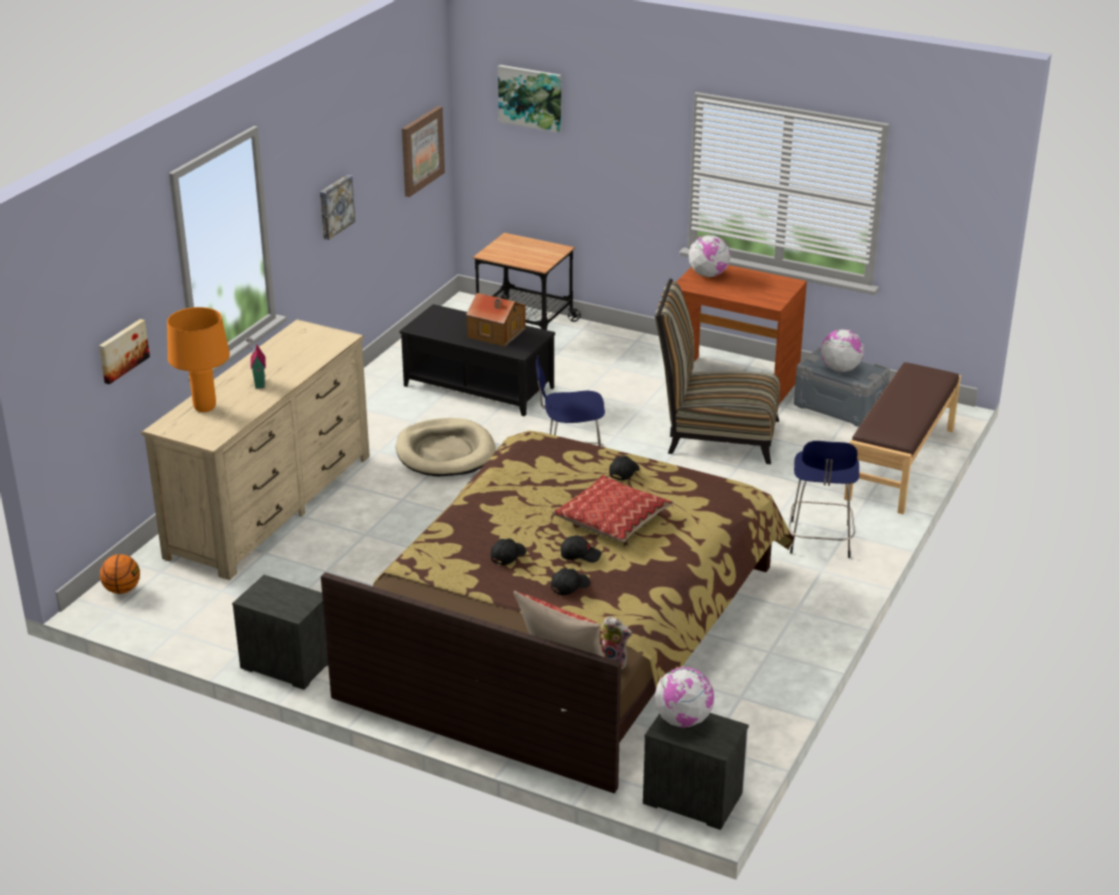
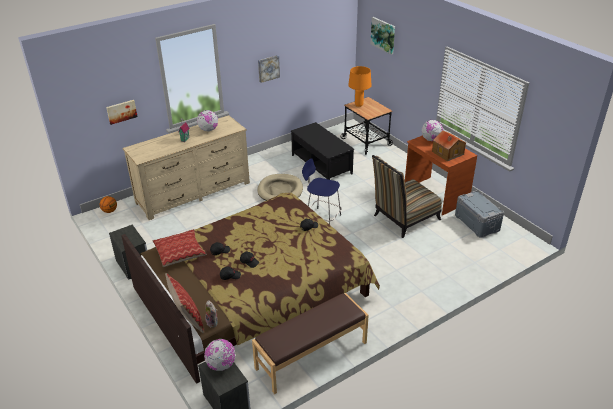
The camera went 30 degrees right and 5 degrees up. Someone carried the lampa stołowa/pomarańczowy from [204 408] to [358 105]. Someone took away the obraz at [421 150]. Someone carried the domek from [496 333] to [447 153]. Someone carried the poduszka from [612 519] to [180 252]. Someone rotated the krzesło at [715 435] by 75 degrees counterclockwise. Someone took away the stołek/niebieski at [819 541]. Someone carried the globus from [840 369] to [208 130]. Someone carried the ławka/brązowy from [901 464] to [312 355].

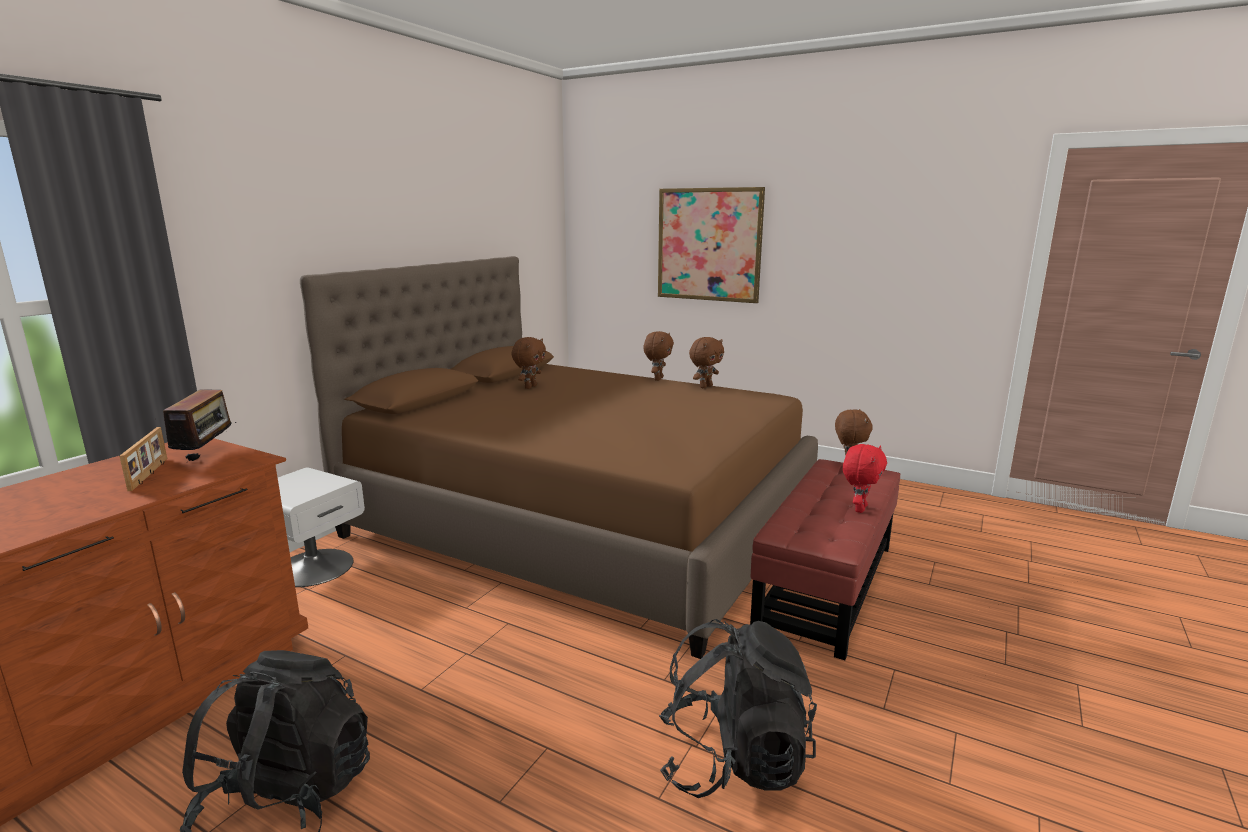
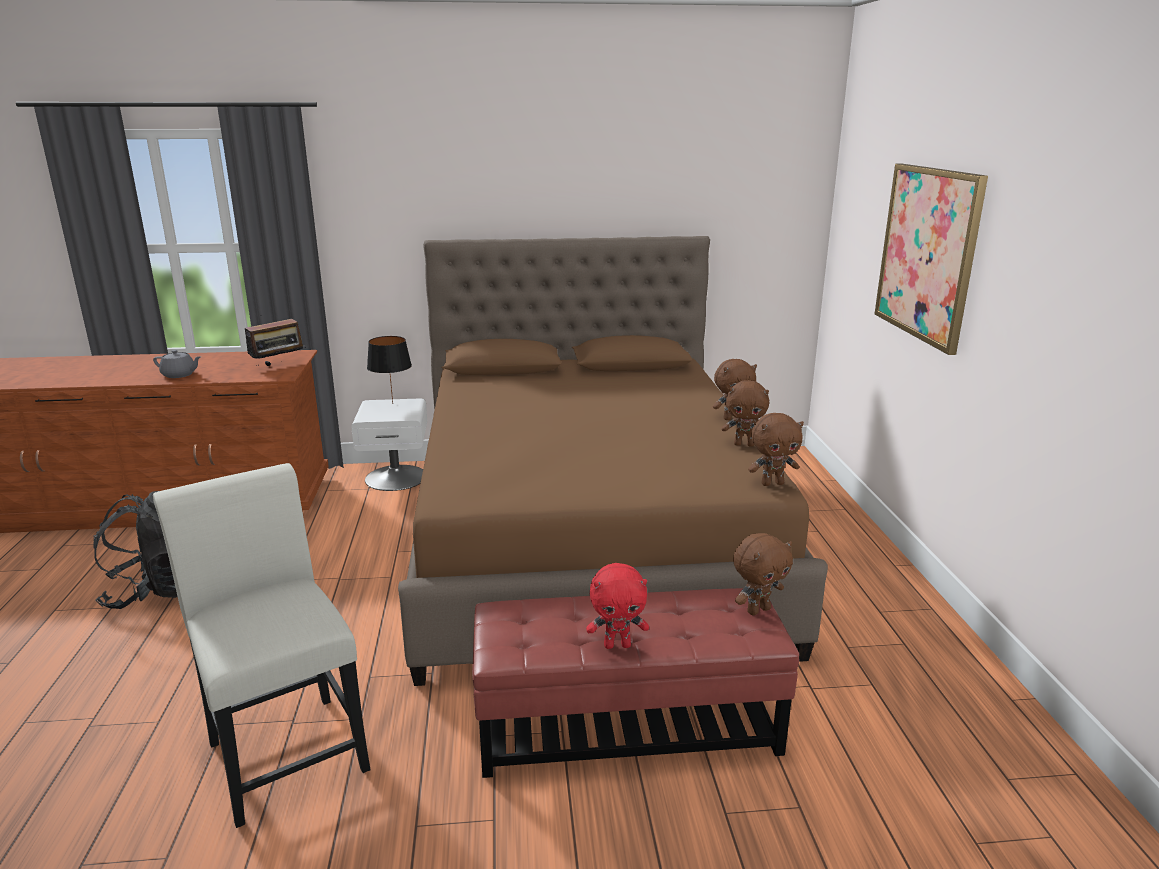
The camera went 55 degrees right and 5 degrees up. Someone took away the ramka na zdjęcie at [150 474]. Someone carried the pluszak/brązowy from [530 387] to [772 483]. Someone swapped the plecak/czarny at [733 761] for the krzesło/biały at [284 748]. Someone put down the imbryk/szary at [179 375]. Someone put down the lampa stołowa/czarny at [393 403].

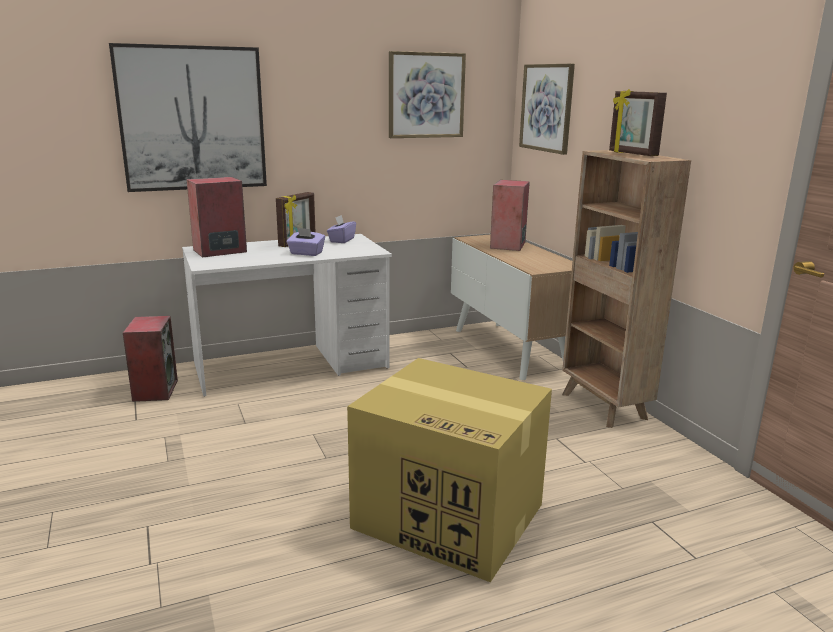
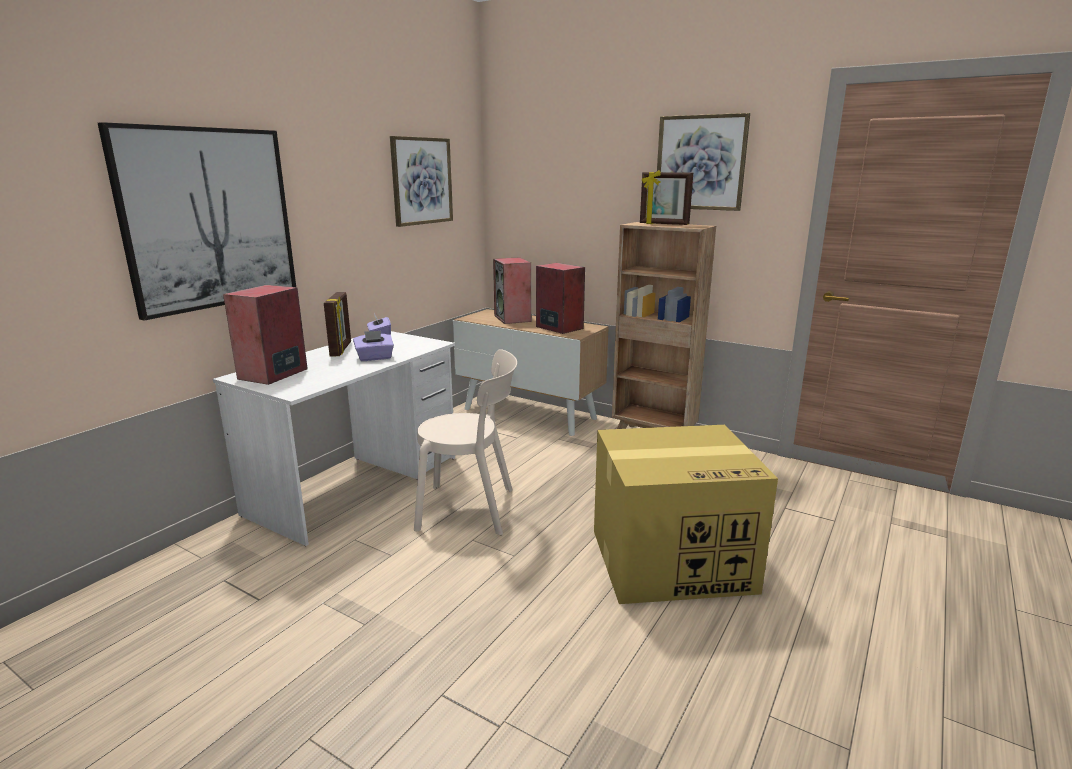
The camera went 35 degrees left and 0 degrees up. Someone carried the głośnik from [155 390] to [558 327]. Someone carried the obraz from [547 108] to [700 163]. Someone put down the krzesło/beżowy at [472 509].

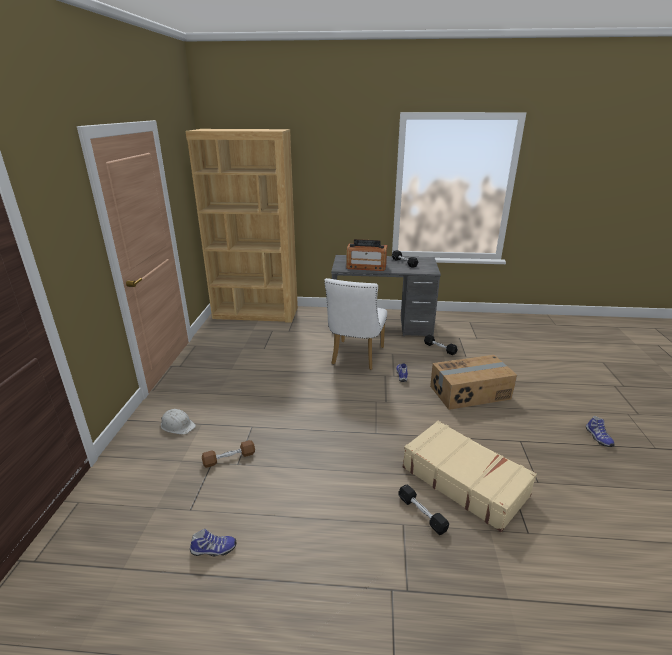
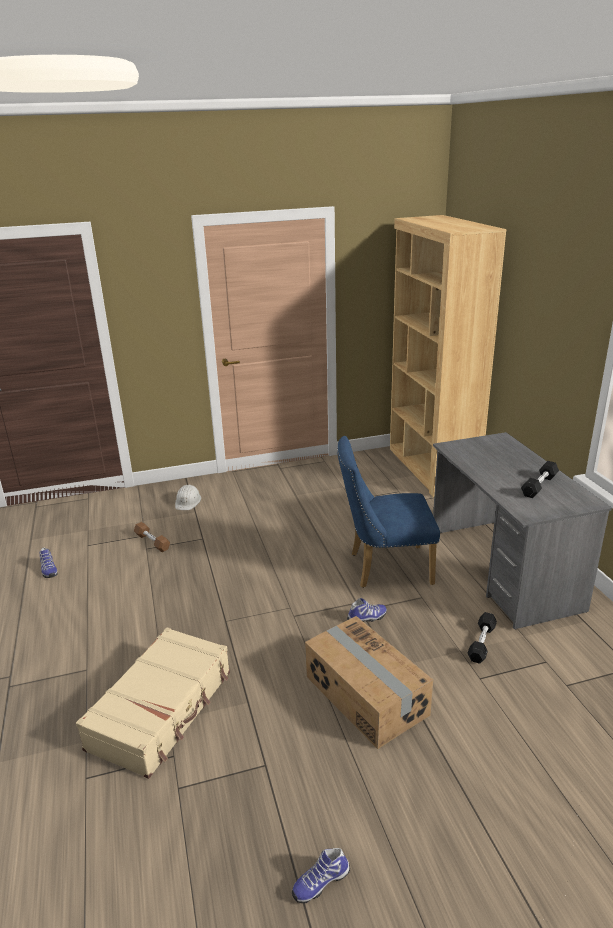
The camera went 70 degrees right and 0 degrees up. Someone repainted the krzesło/biały at [355 357], which became the krzesło/niebieski at [384 568]. Someone took away the radio at [366 267]. Someone took away the hantel/czarny at [422 514].

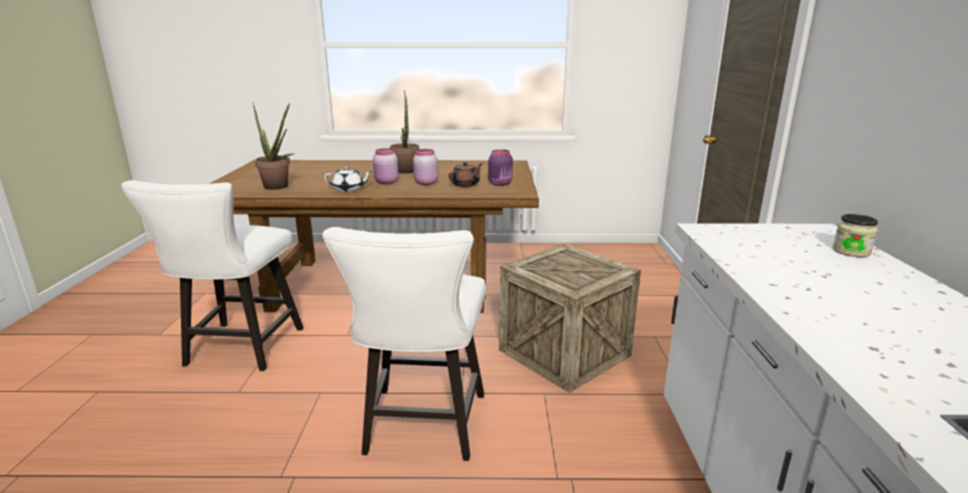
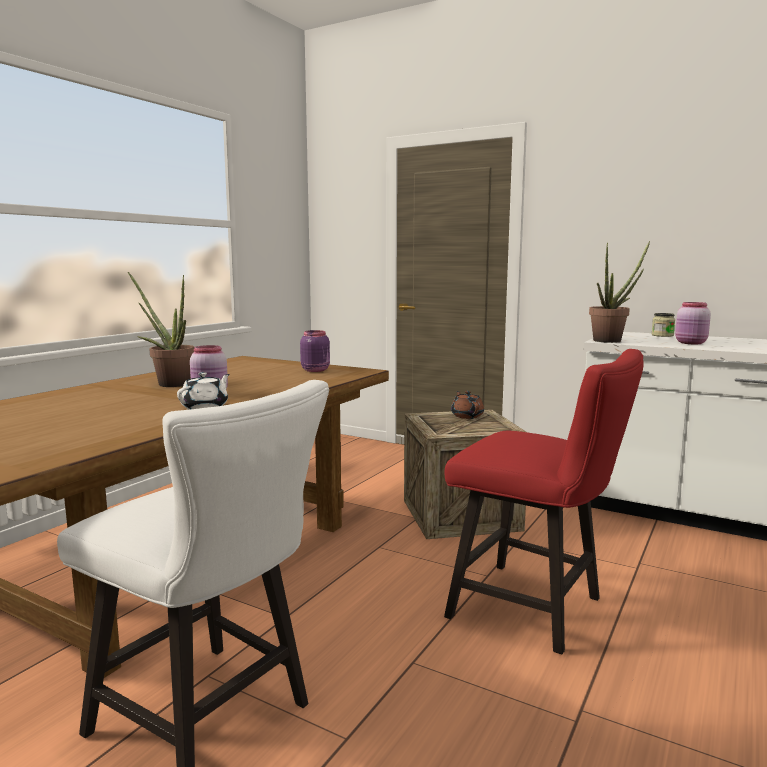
The camera went 60 degrees left and 10 degrees down. Someone carried the roślina doniczkowa from [279 187] to [612 340]. Someone repainted the krzesło/biały at [422 429], which became the krzesło/czerwony at [536 610]. Someone carried the słoik/różowy from [425 183] to [691 343]. Someone carried the imbryk/brązowy from [466 184] to [467 416].

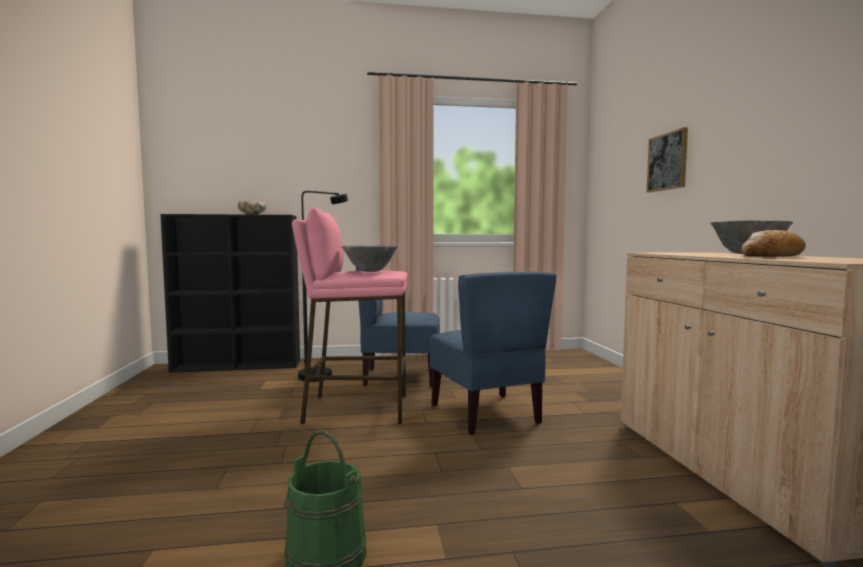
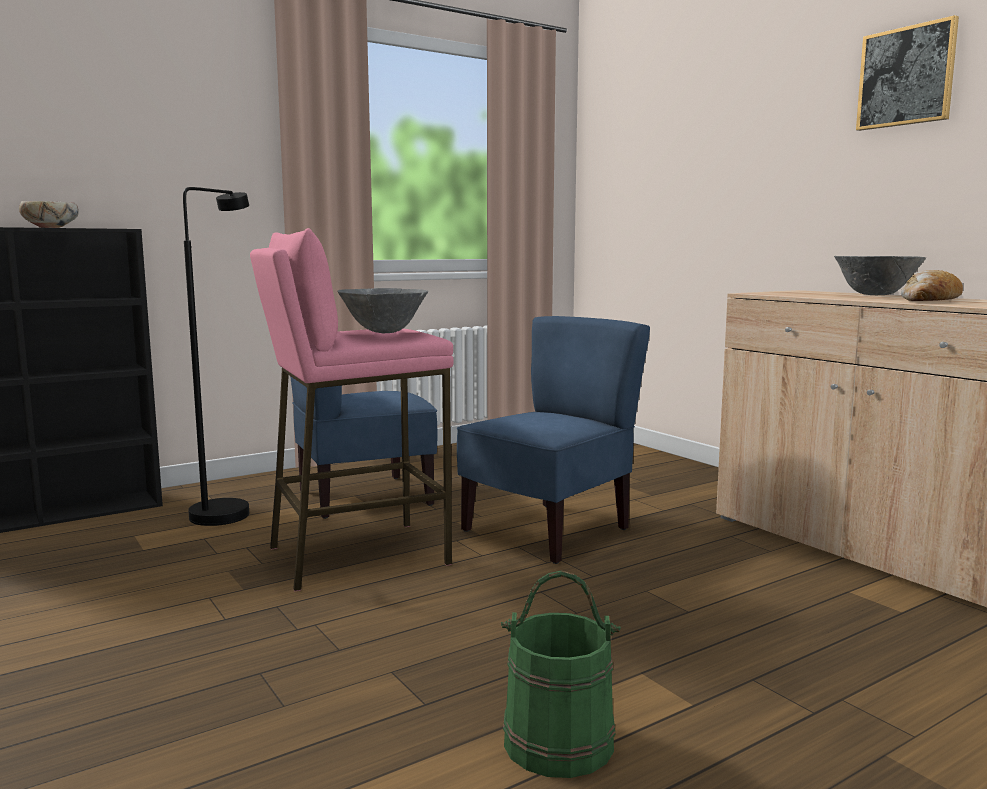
The camera went 25 degrees left and 5 degrees up. Someone rotated the krzesło/niebieski at [486 414] by 90 degrees counterclockwise. Someone carried the obraz from [667 162] to [906 76].

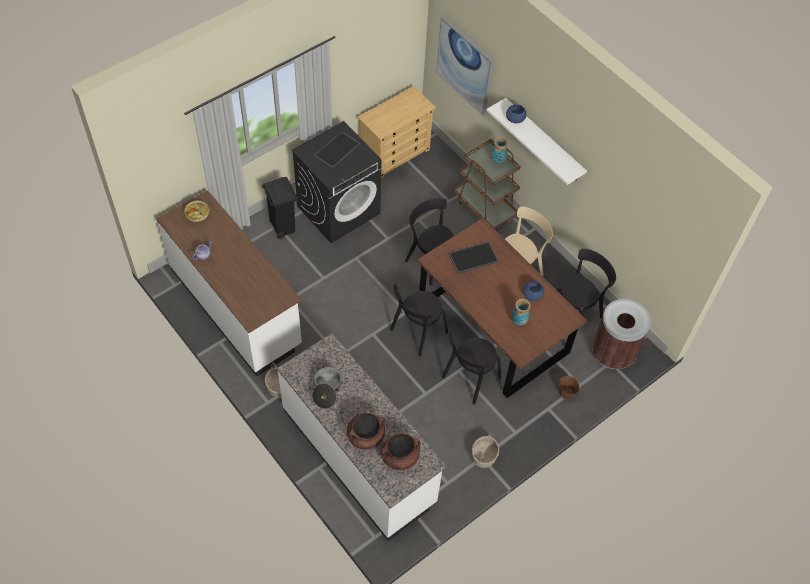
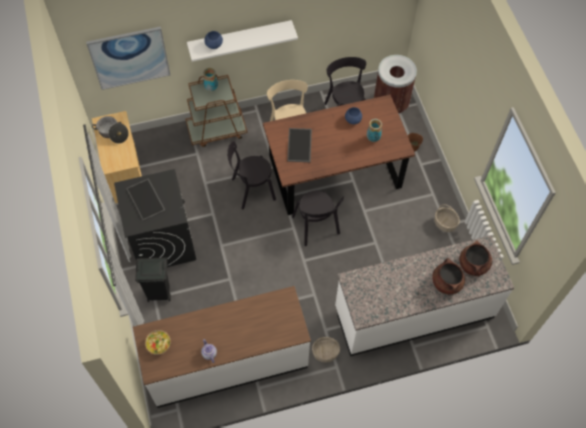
The camera went 65 degrees left and 5 degrees up. Someone carried the garnek from [326 390] to [112 133]. Someone took away the krzesło/czarny at [469 379].

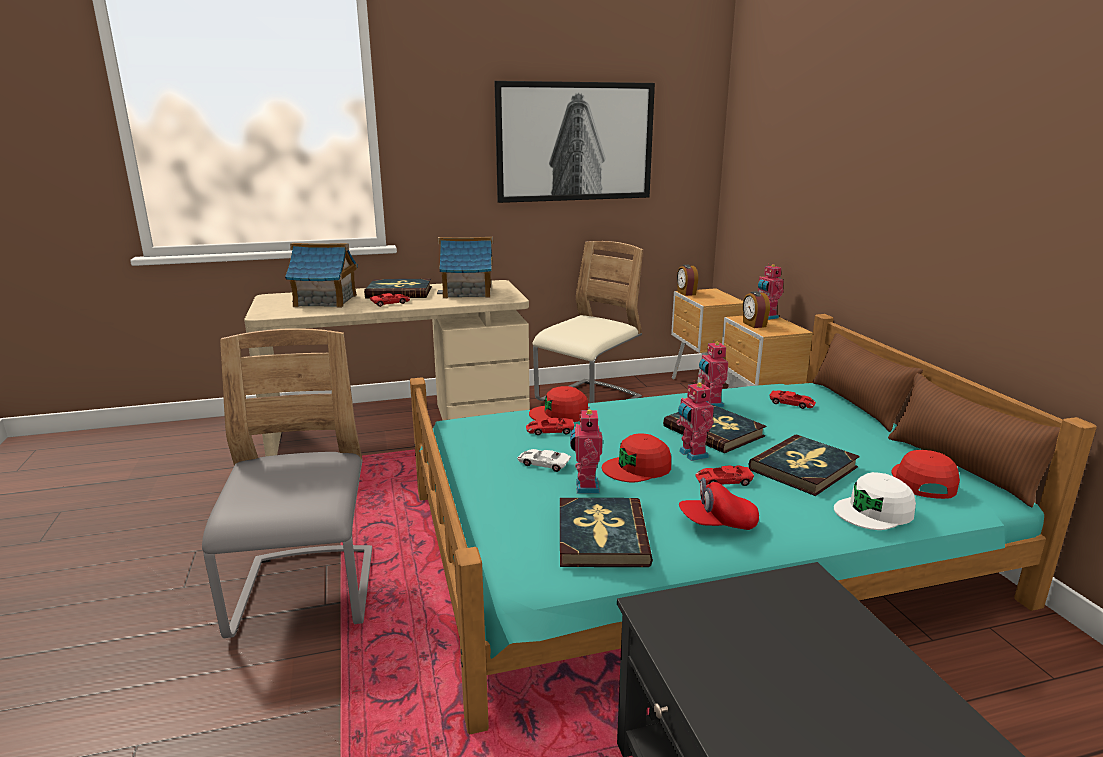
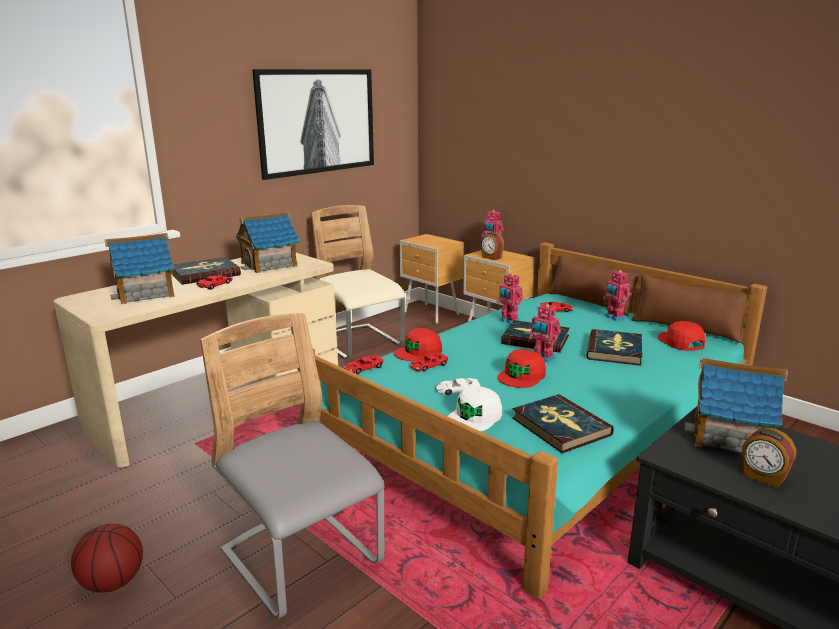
The camera went 30 degrees left and 0 degrees up. Someone rotated the krzesło/beżowy at [588 401] by 45 degrees counterclockwise. Someone carried the robot zabawkowy from [585 487] to [614 317]. Someone carried the budzik from [686 293] to [763 477]. Someone took away the czapka z daszkiem/czerwony at [717 524]. Someone carried the samochodzik/czerwony from [723 481] to [363 368]. Someone carried the czapka z daszkiem/biały from [874 511] to [475 417]. Someone put down the piłka do koszykówki at [113 582]. Someone put down the domek at [730 436].

